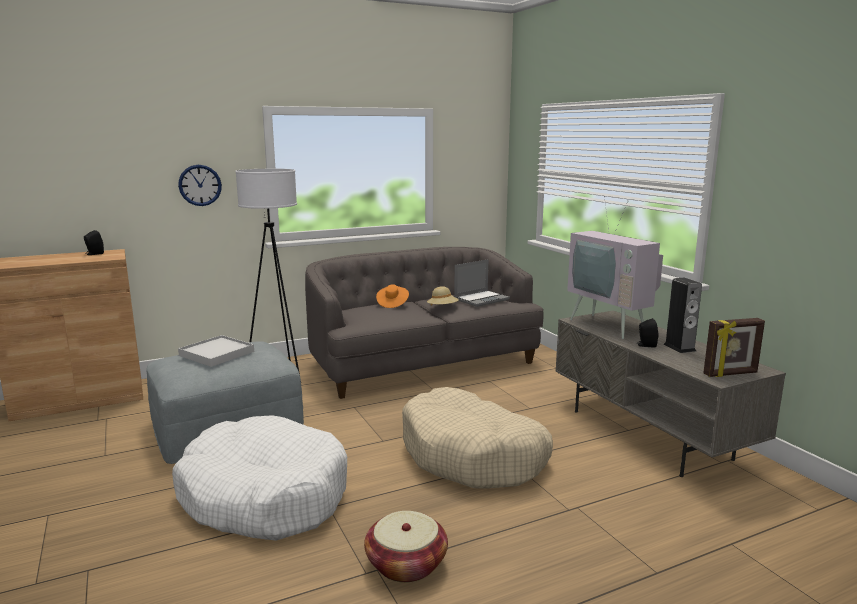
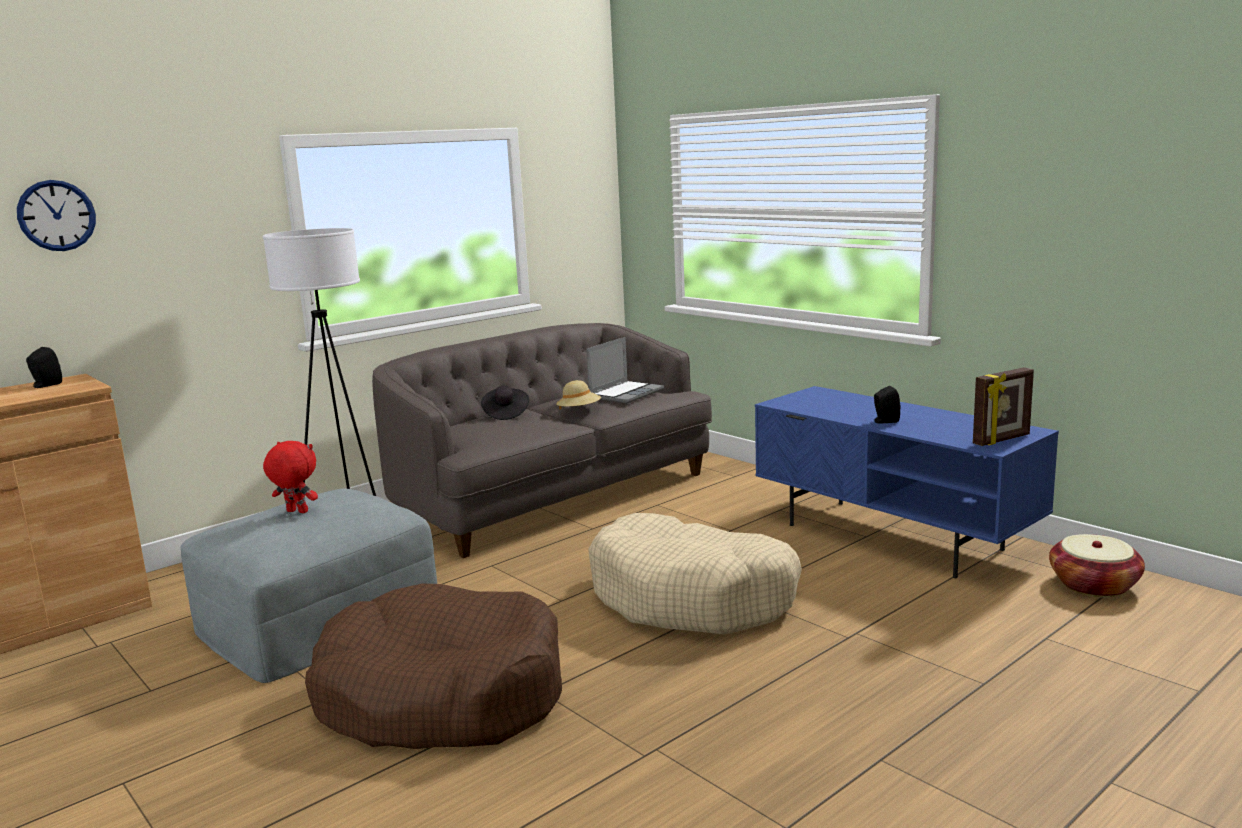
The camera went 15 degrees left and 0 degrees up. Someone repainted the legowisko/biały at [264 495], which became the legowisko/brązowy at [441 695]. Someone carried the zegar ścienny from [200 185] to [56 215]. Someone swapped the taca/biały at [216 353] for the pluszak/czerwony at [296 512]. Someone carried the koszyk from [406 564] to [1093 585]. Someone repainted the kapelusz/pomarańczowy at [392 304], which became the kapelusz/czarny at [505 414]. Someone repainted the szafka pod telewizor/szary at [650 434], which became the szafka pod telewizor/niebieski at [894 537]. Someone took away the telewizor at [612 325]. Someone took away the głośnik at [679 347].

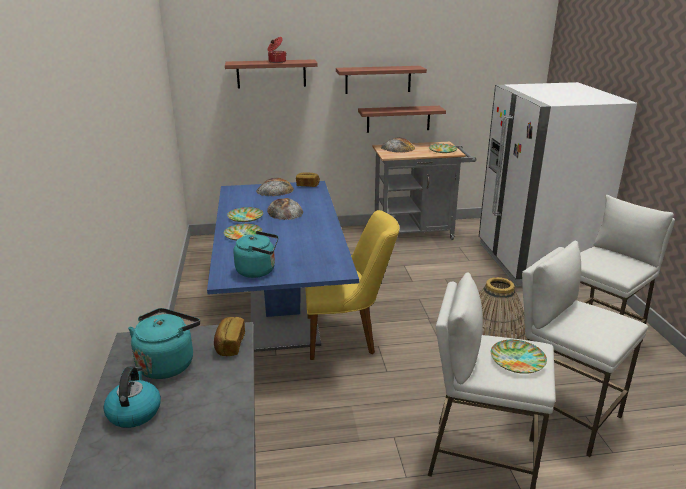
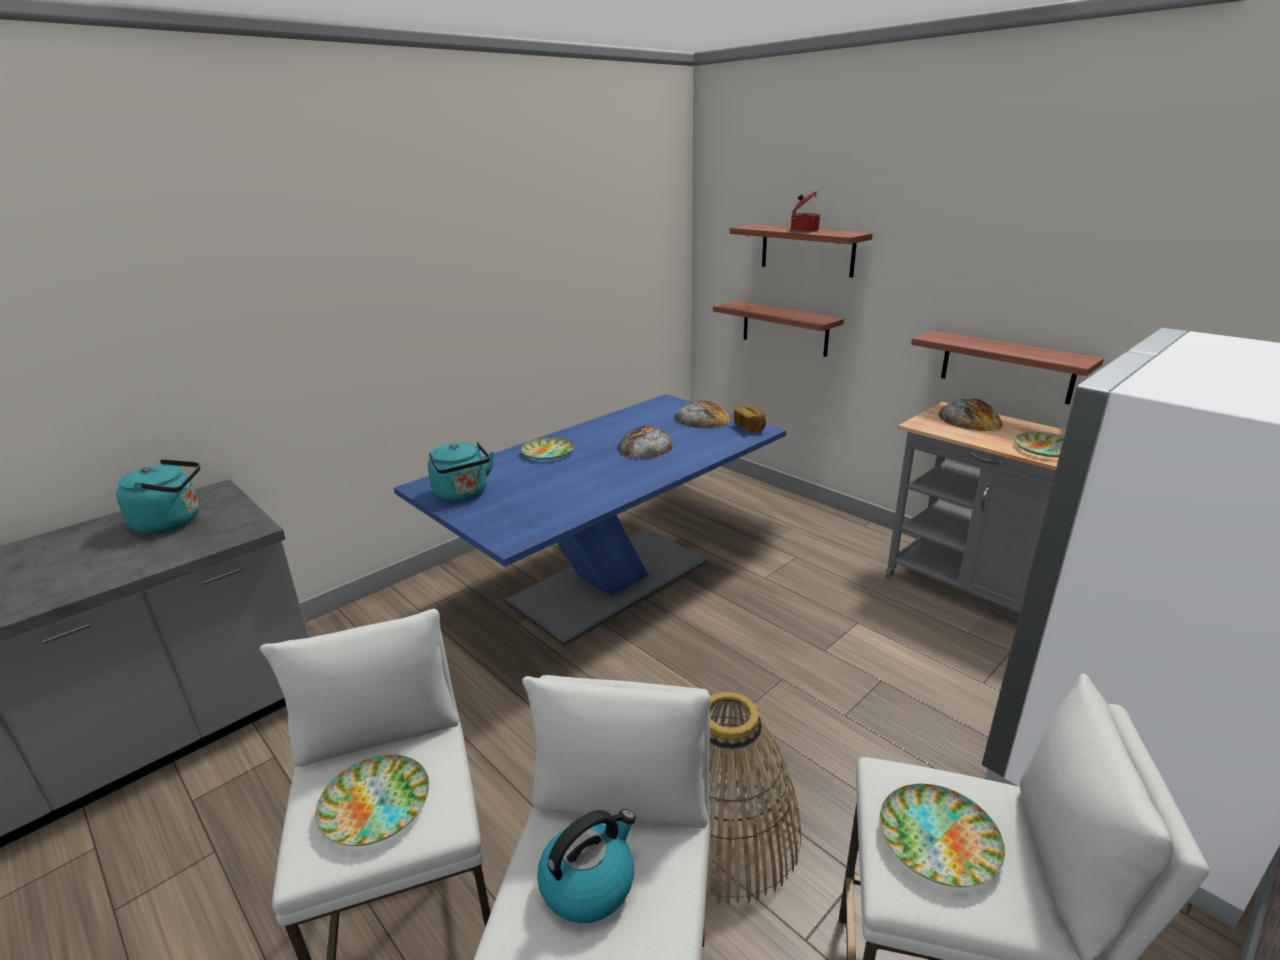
The camera went 55 degrees right and 0 degrees up. Someone carried the czajnik from [134 412] to [588 883]. Someone took away the chleb at [229 345]. Someone carried the talerz from [245 217] to [937 839]. Someone took away the krzesło/żółty at [347 337]. Someone carried the półka from [378 79] to [784 328].

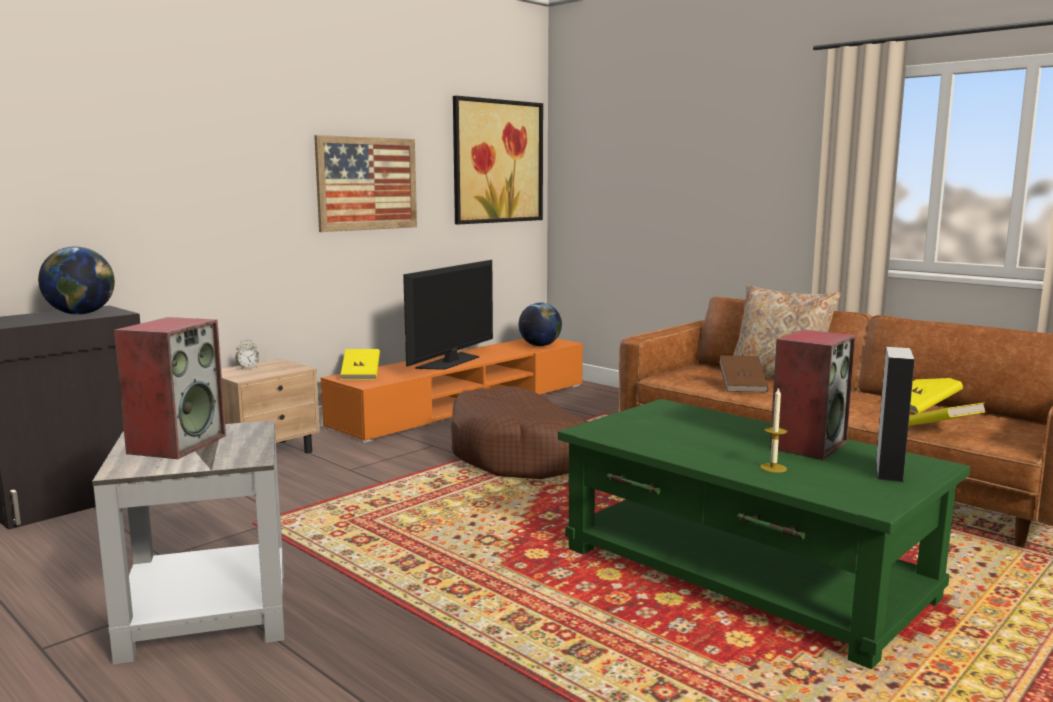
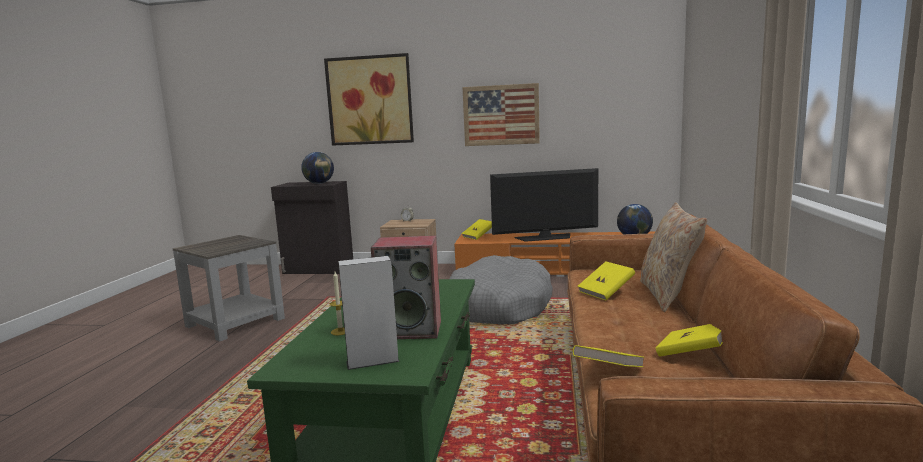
The camera went 55 degrees right and 0 degrees up. Someone took away the głośnik at [177 444]. Someone repainted the legowisko/brązowy at [521 455], which became the legowisko/szary at [500 306]. Someone carried the obraz from [497 161] to [370 100]. Someone repainted the książka/brązowy at [742 387], which became the książka/żółty at [606 292].

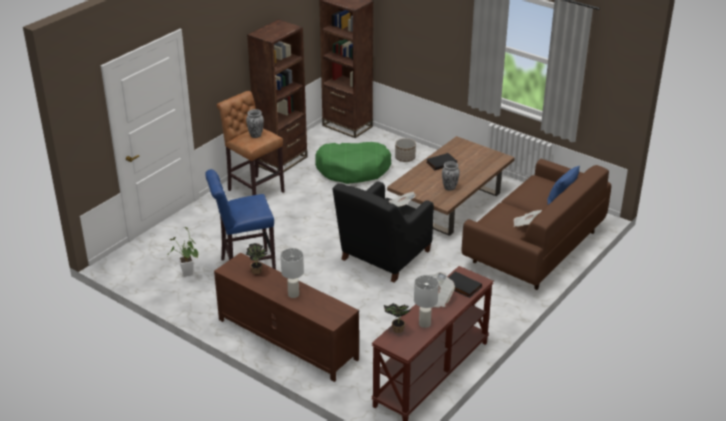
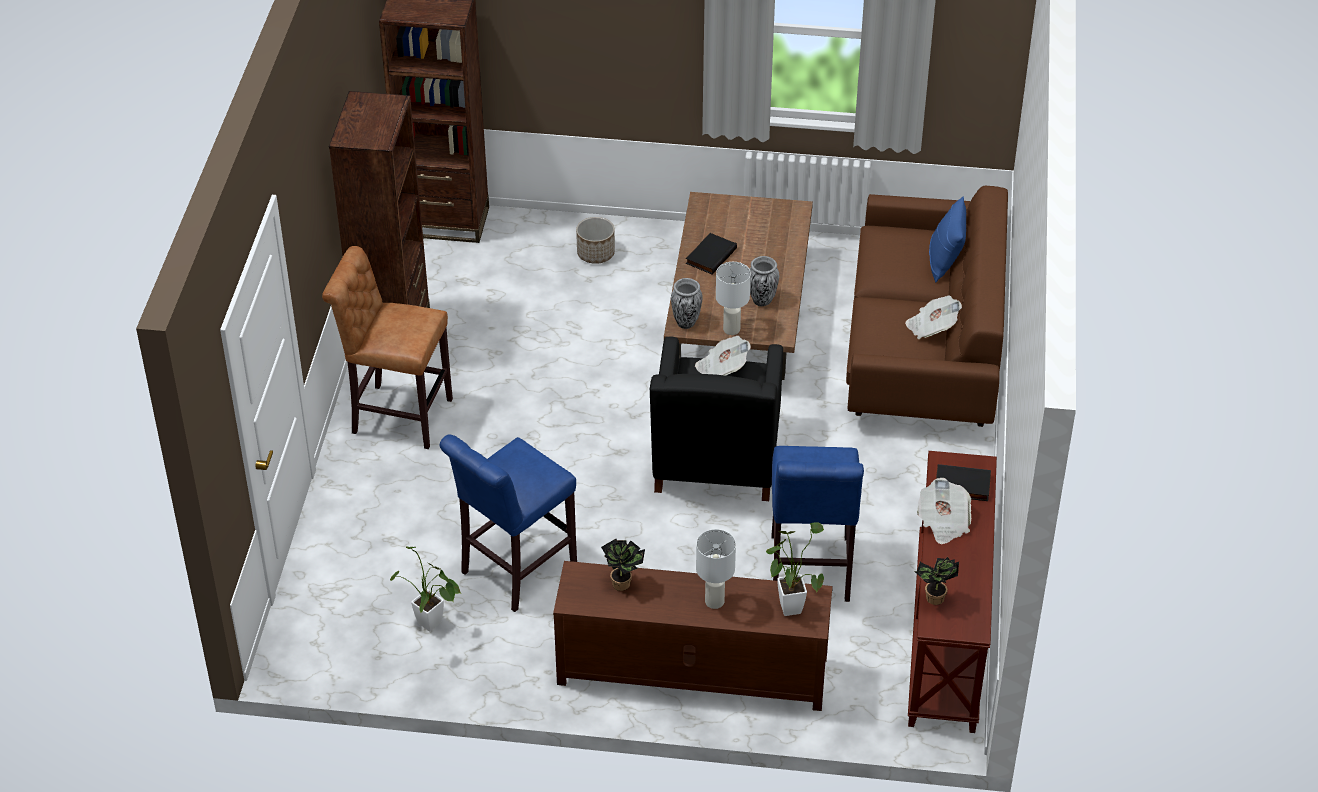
The camera went 30 degrees left and 10 degrees up. Someone carried the wazon from [255 135] to [686 322]. Someone took away the legowisko/zielony at [353 169]. Someone carried the lampa stołowa/biały from [425 324] to [732 329]. Someone put down the roślina doniczkowa at [789 604]. Someone put down the stołek/niebieski at [810 573].

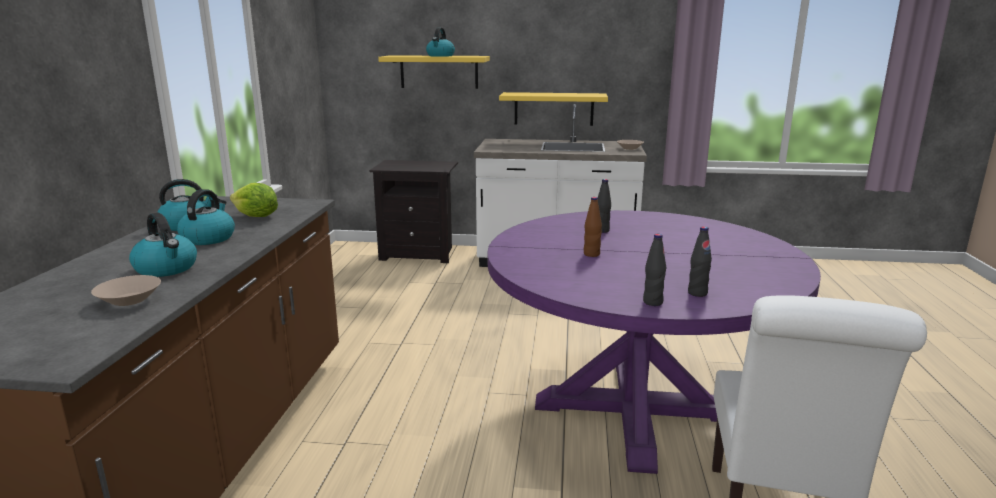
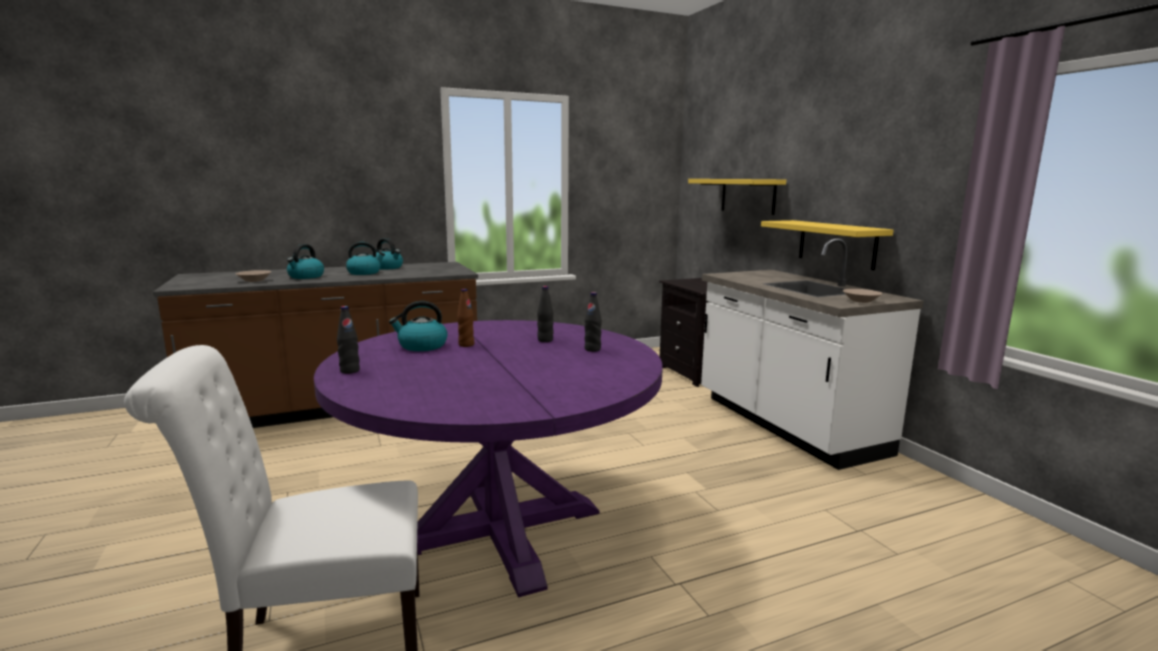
The camera went 60 degrees right and 5 degrees down. Someone took away the sałata at [256 217]. Someone carried the czajnik from [440 56] to [422 346]. Someone carried the butelka/czarny from [697 293] to [592 349].

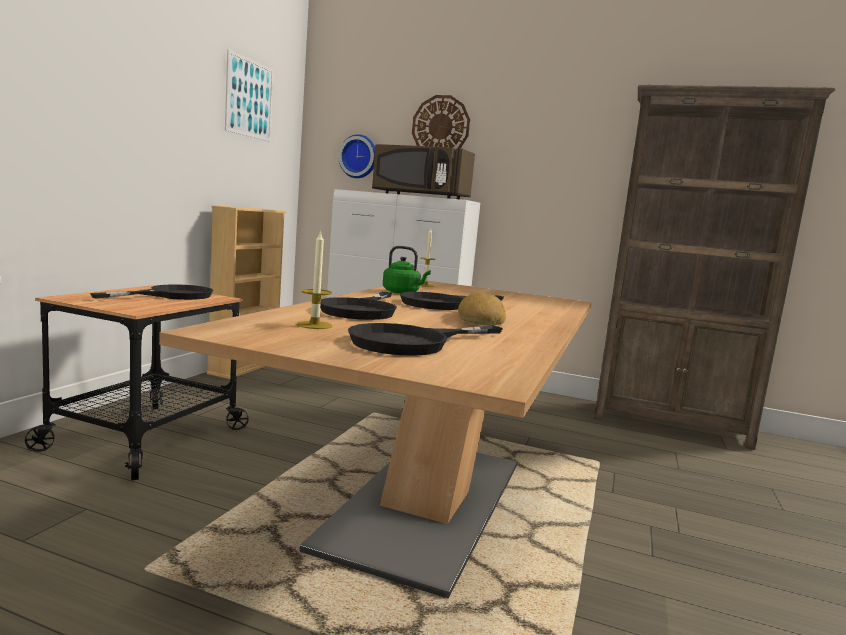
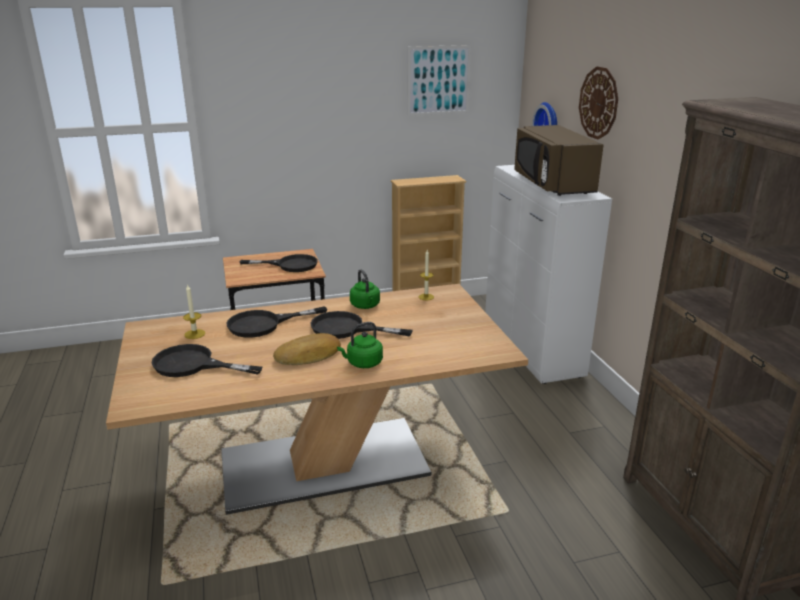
The camera went 55 degrees right and 15 degrees up. Someone put down the czajnik/zielony at [363 363].

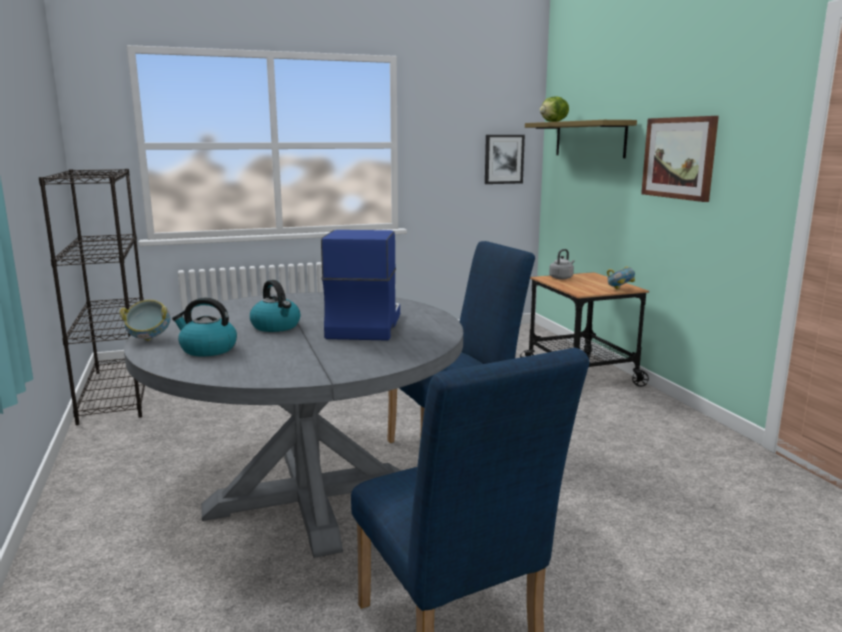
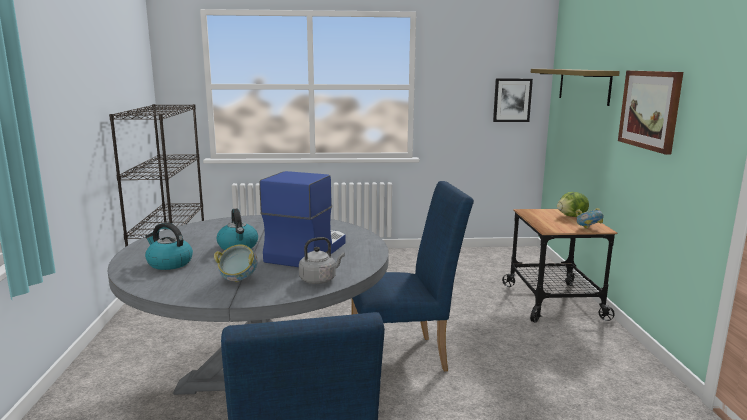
The camera went 15 degrees right and 0 degrees up. Someone carried the miska from [149 339] to [238 280]. Someone carried the sałata from [554 122] to [572 216]. Someone carried the czajnik/szary from [561 278] to [319 280].

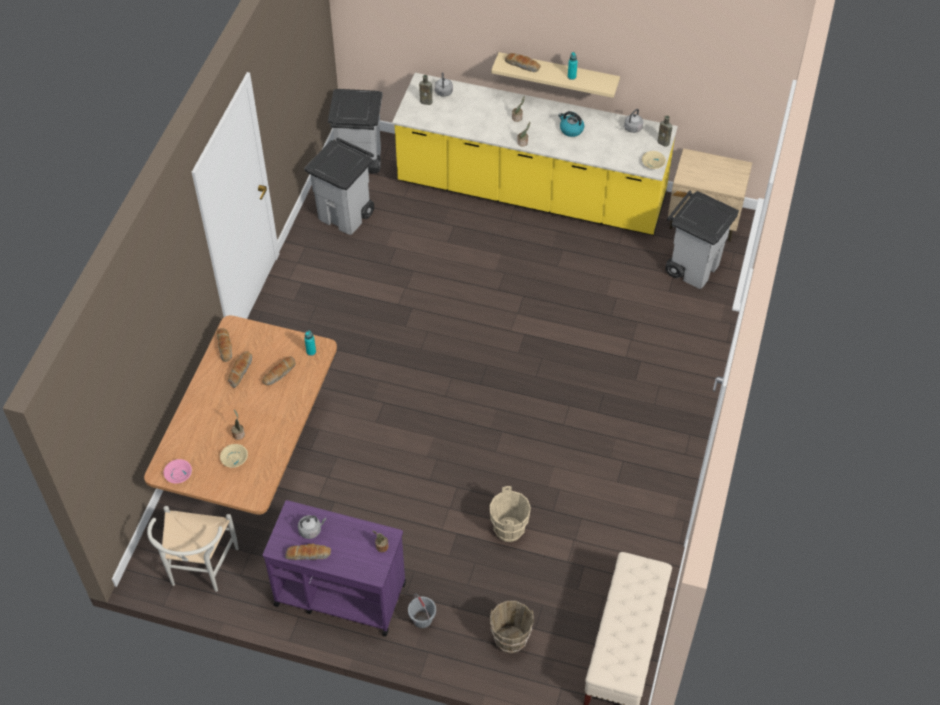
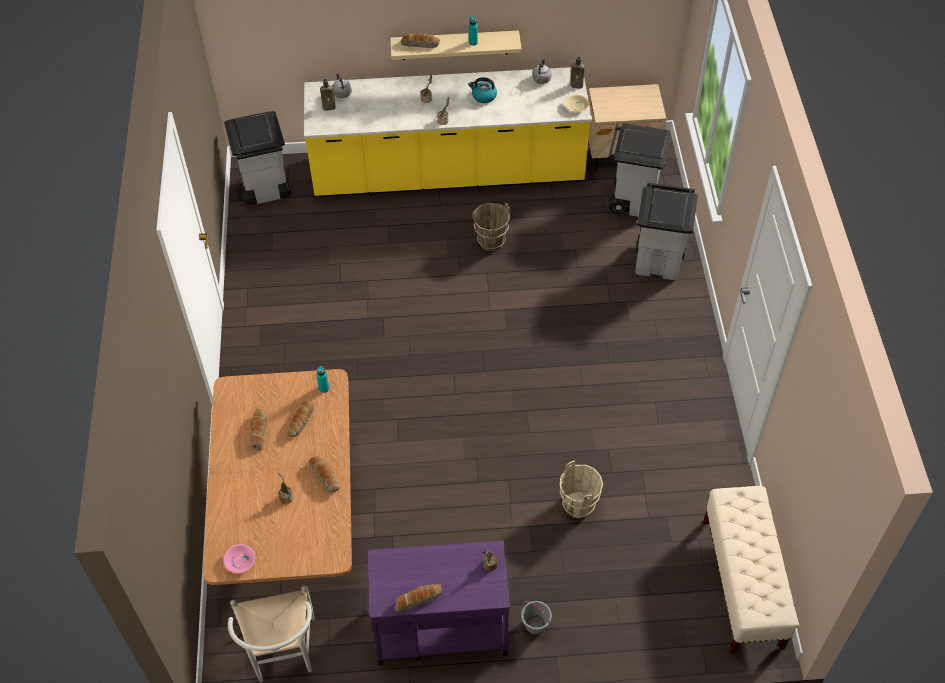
The camera went 20 degrees left and 0 degrees up. Someone carried the chleb from [225 347] to [325 476]. Someone took away the miska/beżowy at [234 459]. Someone took away the czajnik/szary at [311 530]. Someone carried the kosz na śmieci/szary from [346 215] to [659 261]. Someone carried the wiadro/brązowy from [510 640] to [491 242].

